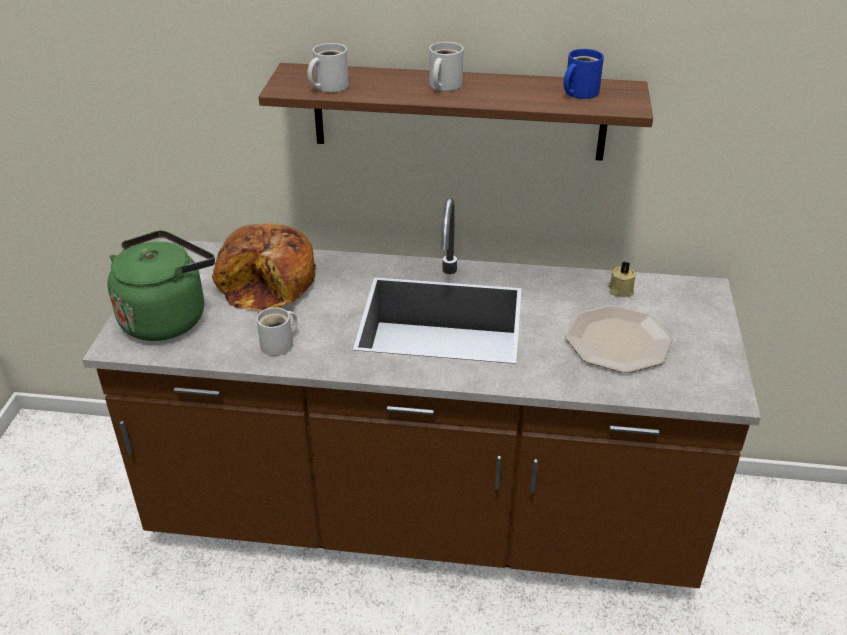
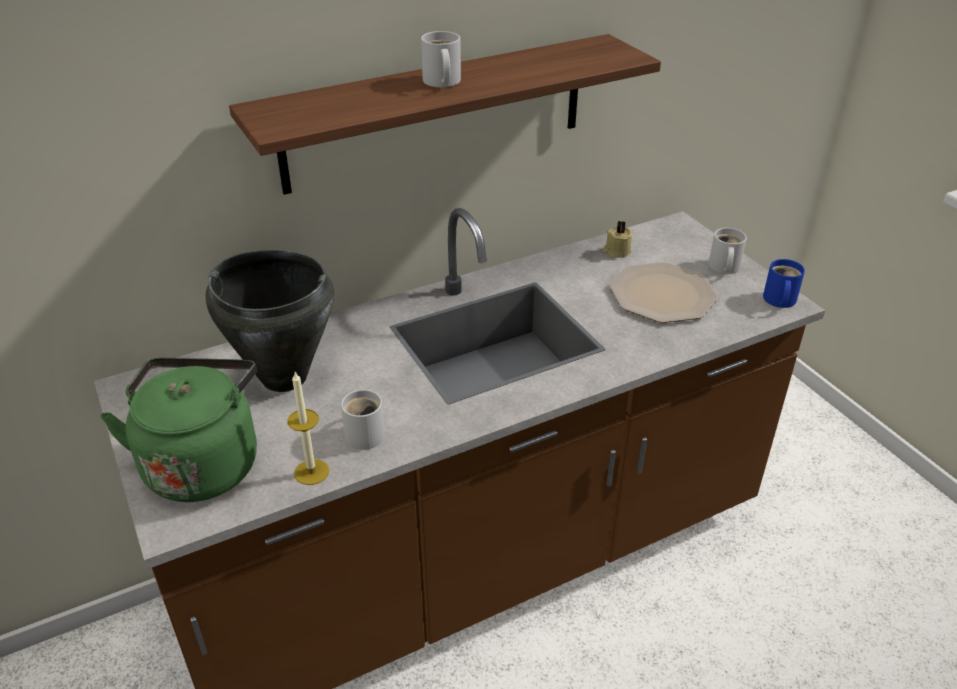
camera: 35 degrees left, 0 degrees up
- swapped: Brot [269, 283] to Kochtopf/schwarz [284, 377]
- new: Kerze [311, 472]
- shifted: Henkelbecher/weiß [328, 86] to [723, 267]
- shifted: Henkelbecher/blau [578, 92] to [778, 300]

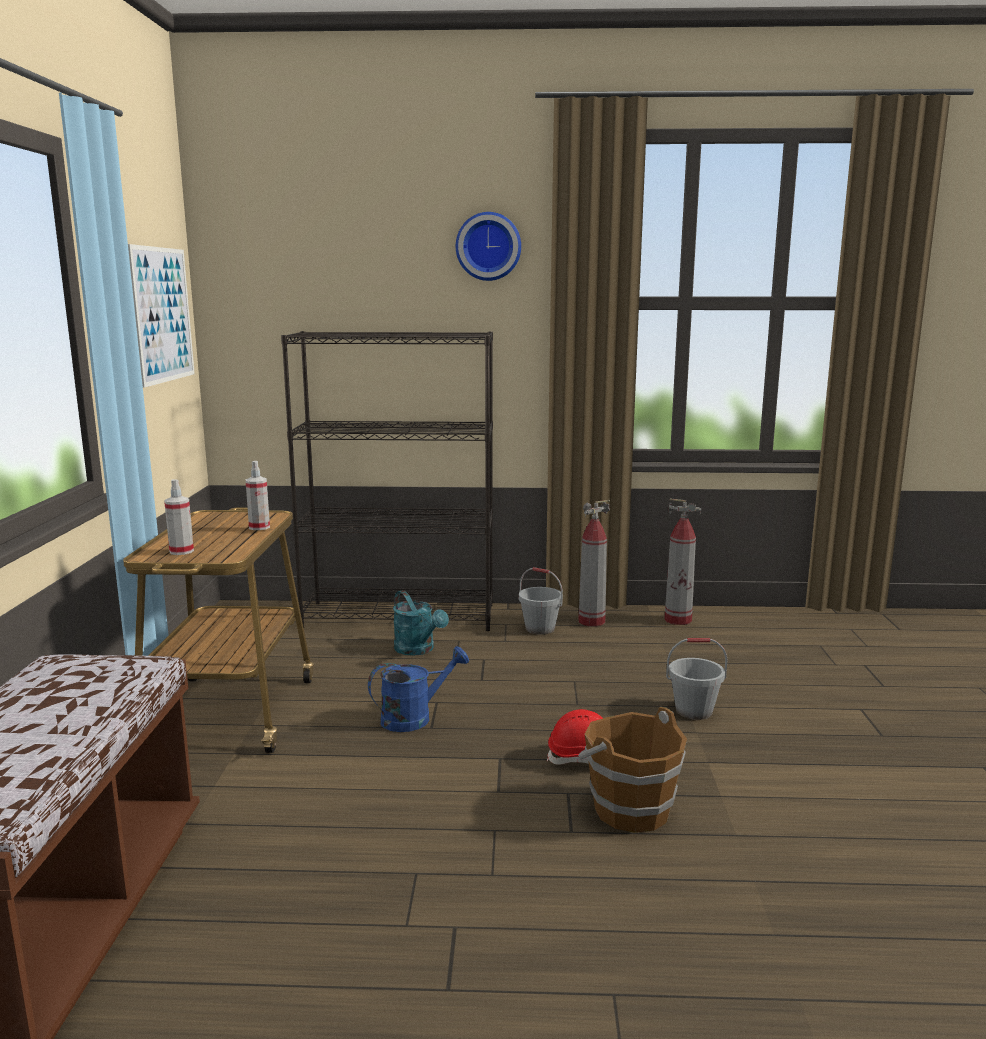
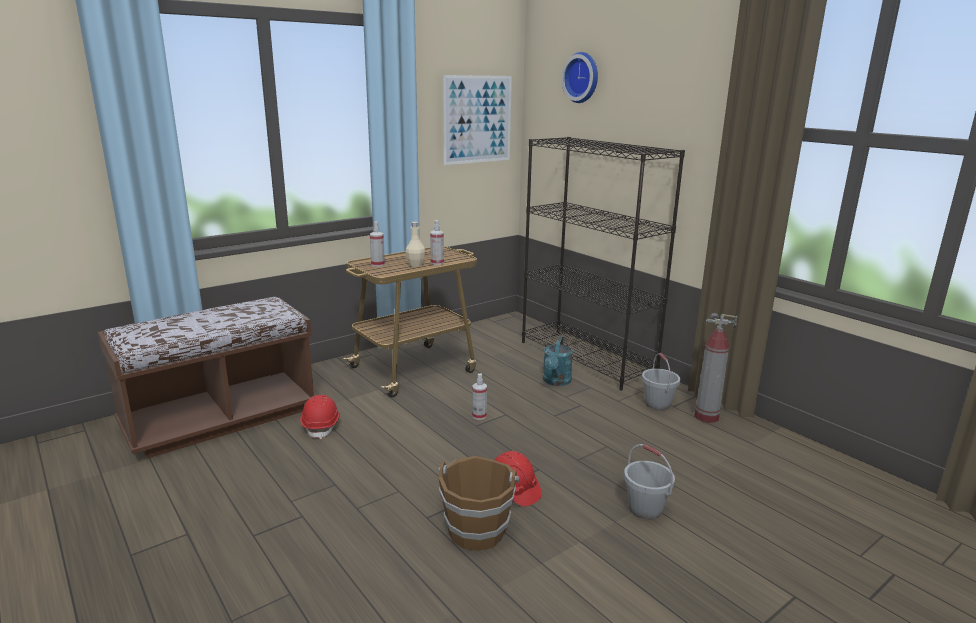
camera: 50 degrees right, 5 degrees up
- new: Schutzhelm/rot [321, 426]
- new: Flasche/beige [415, 265]
- swapped: Gießkanne/blau [414, 717] to Sprühflasche [479, 416]
- shifted: Wanduhr [488, 246] to [582, 77]
- gone: Feuerlöscher [678, 620]

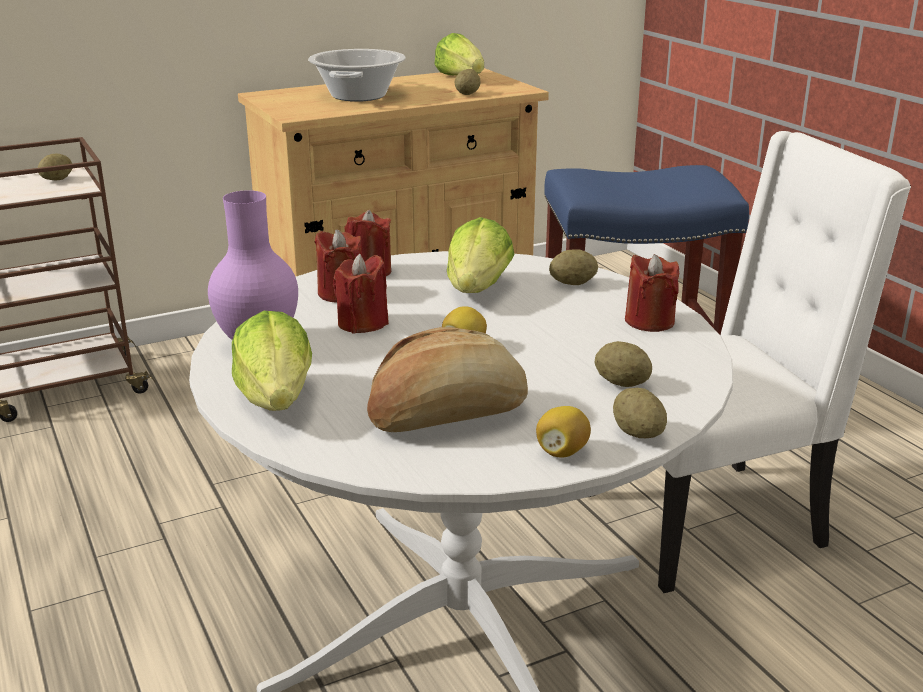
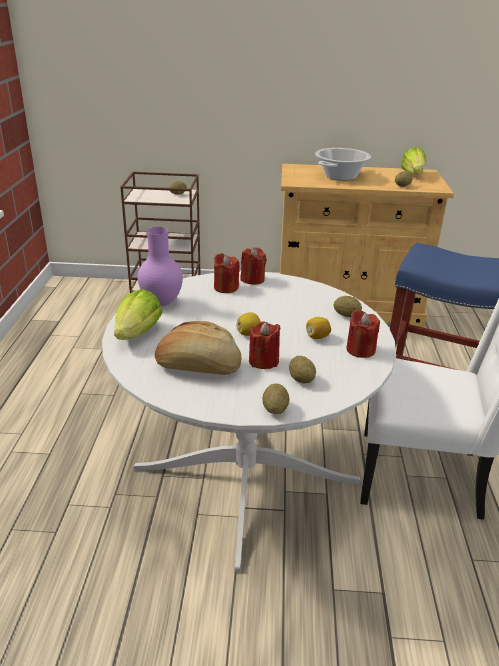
camera: 30 degrees right, 5 degrees up
- shifted: Kerze/rot [362, 323] to [263, 361]
- shifted: Zitrone [562, 452] to [317, 337]
- gone: Salatkopf [478, 290]

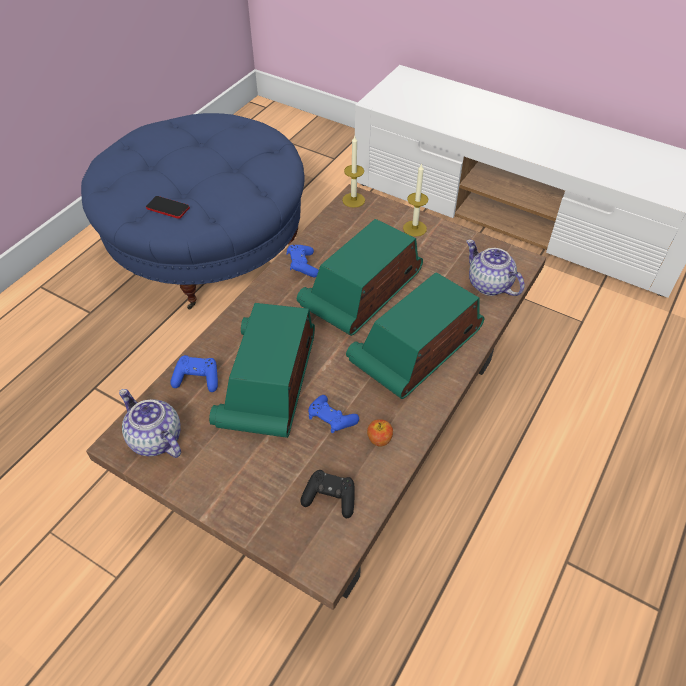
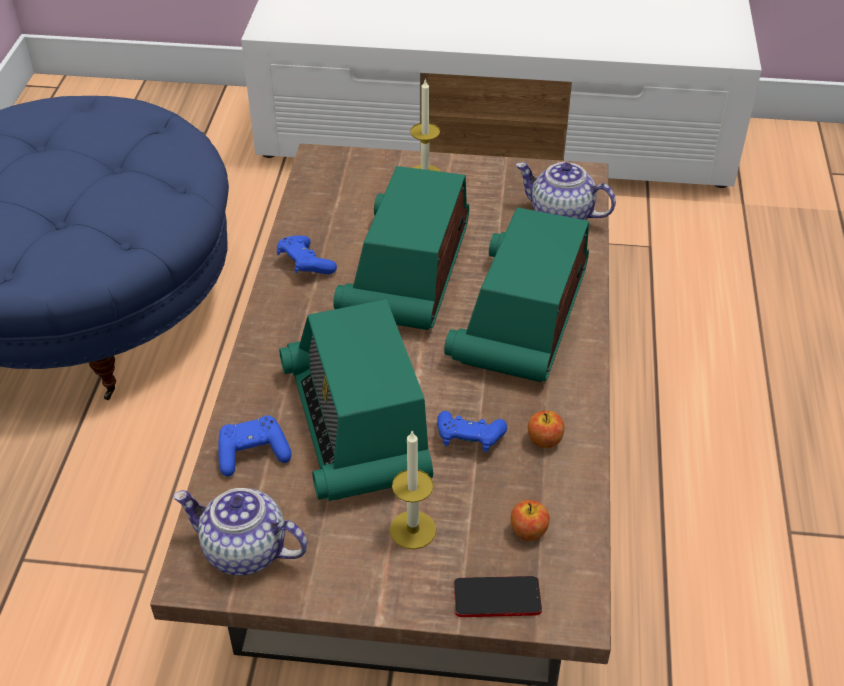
camera: 25 degrees left, 5 degrees down
- shifted: Kerze [353, 200] to [413, 530]
- shifted: Handy [168, 208] to [497, 598]
- swapped: Gamepad/schwarz [330, 498] to Apfel [528, 531]

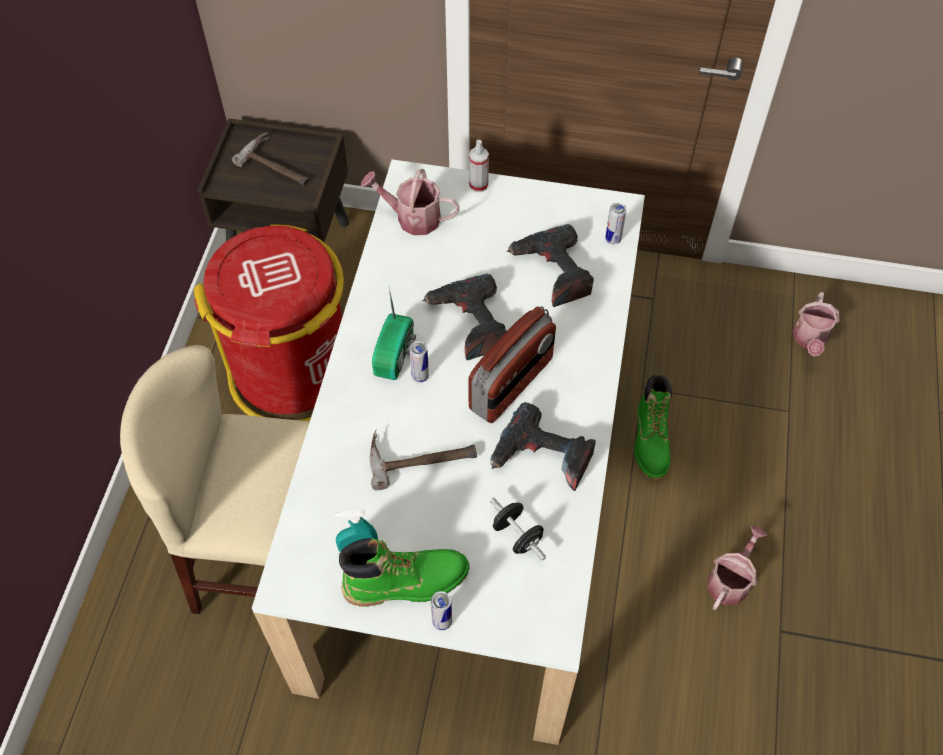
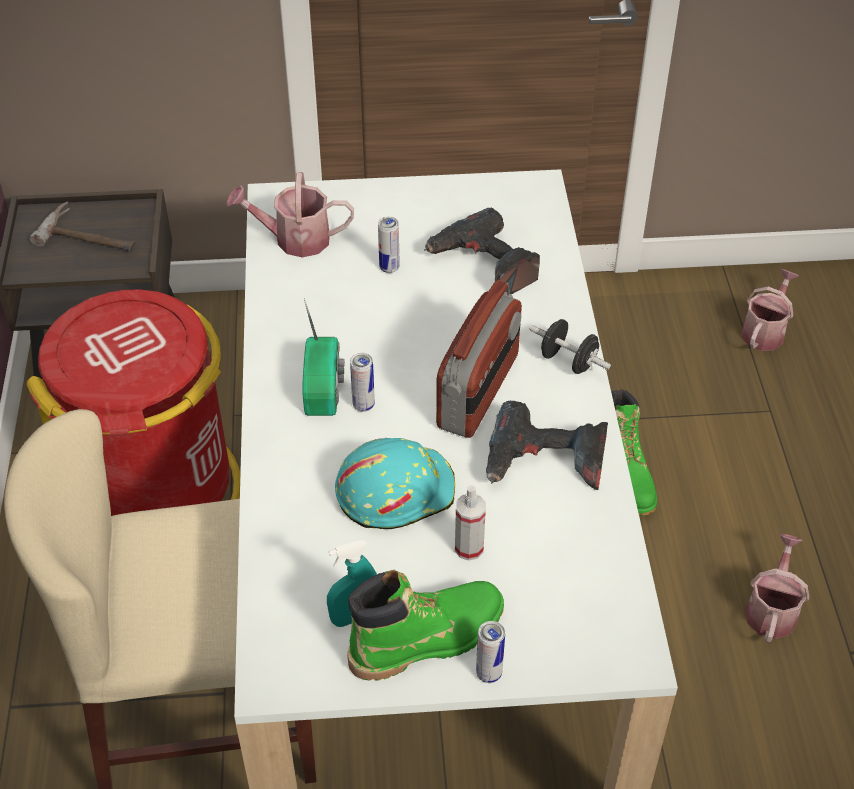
camera: 15 degrees left, 10 degrees down
- swapped: Hammer [421, 455] to Schutzhelm/türkis [395, 491]
- shifted: Dose [613, 239] to [389, 268]
- shifted: Sprühflasche [478, 185] to [469, 548]
- shifted: Hantel/schwarz [517, 535] to [568, 361]
- rotated: Gießkanne [809, 339] = [765, 331] 150 degrees counterclockwise
- gone: Bohrmaschine [469, 323]

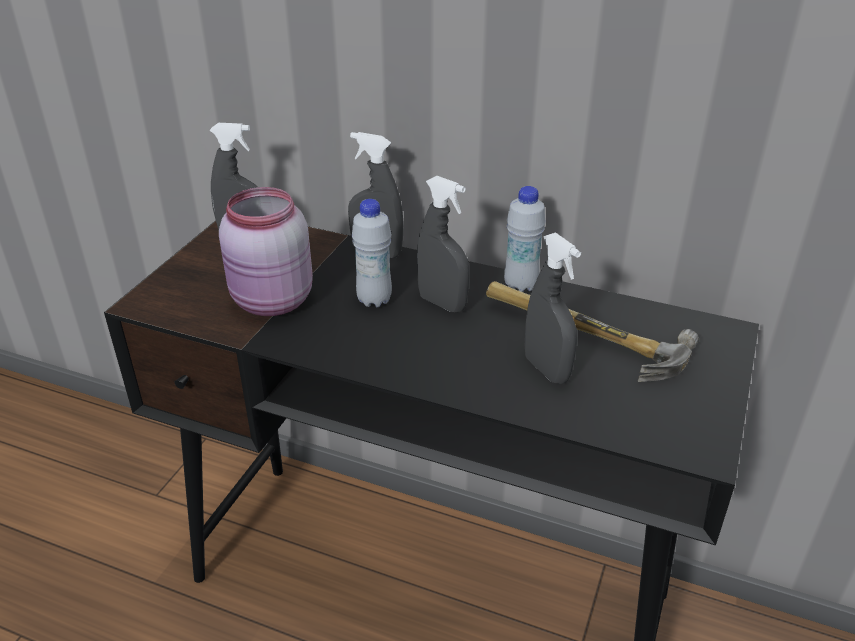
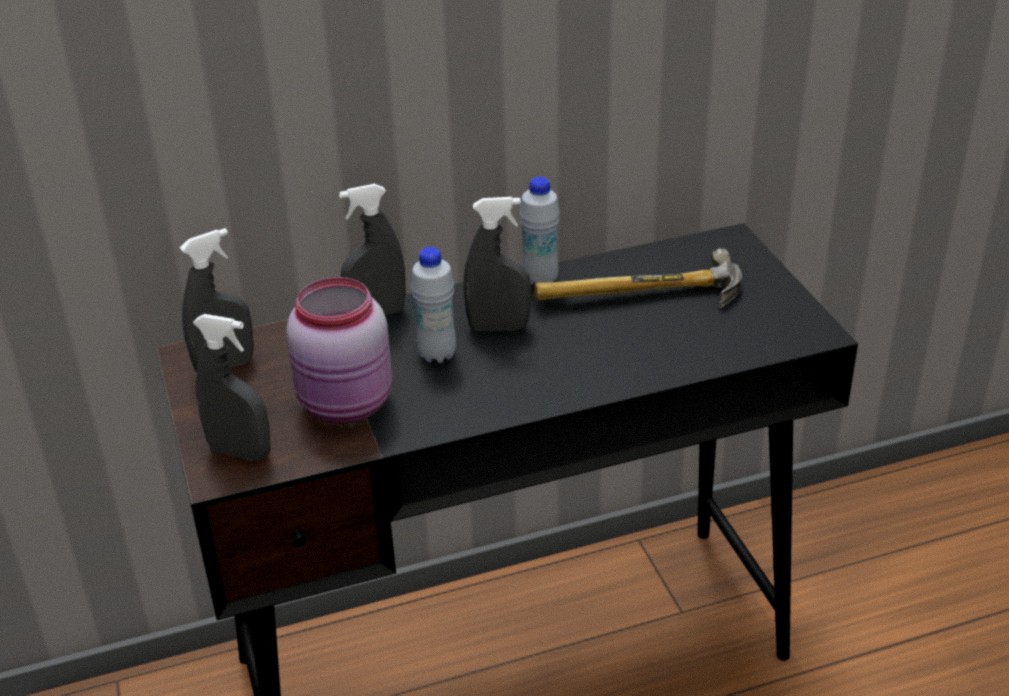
camera: 40 degrees left, 0 degrees up
- shifted: Sprühflasche/grau [546, 369] to [240, 452]

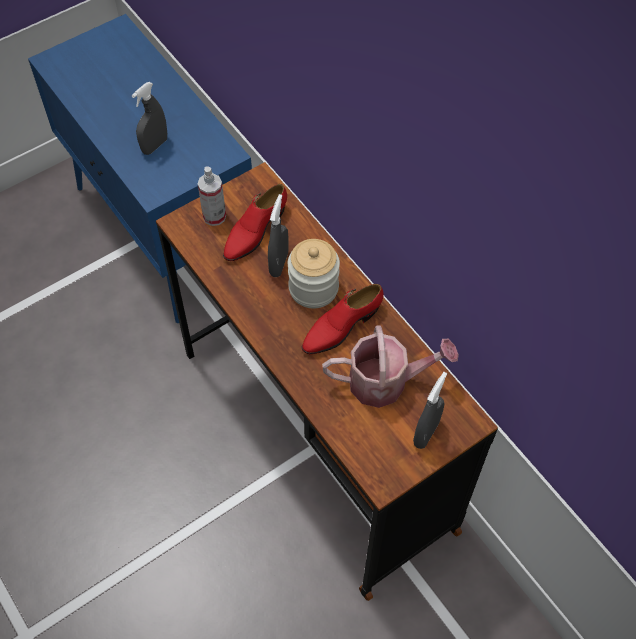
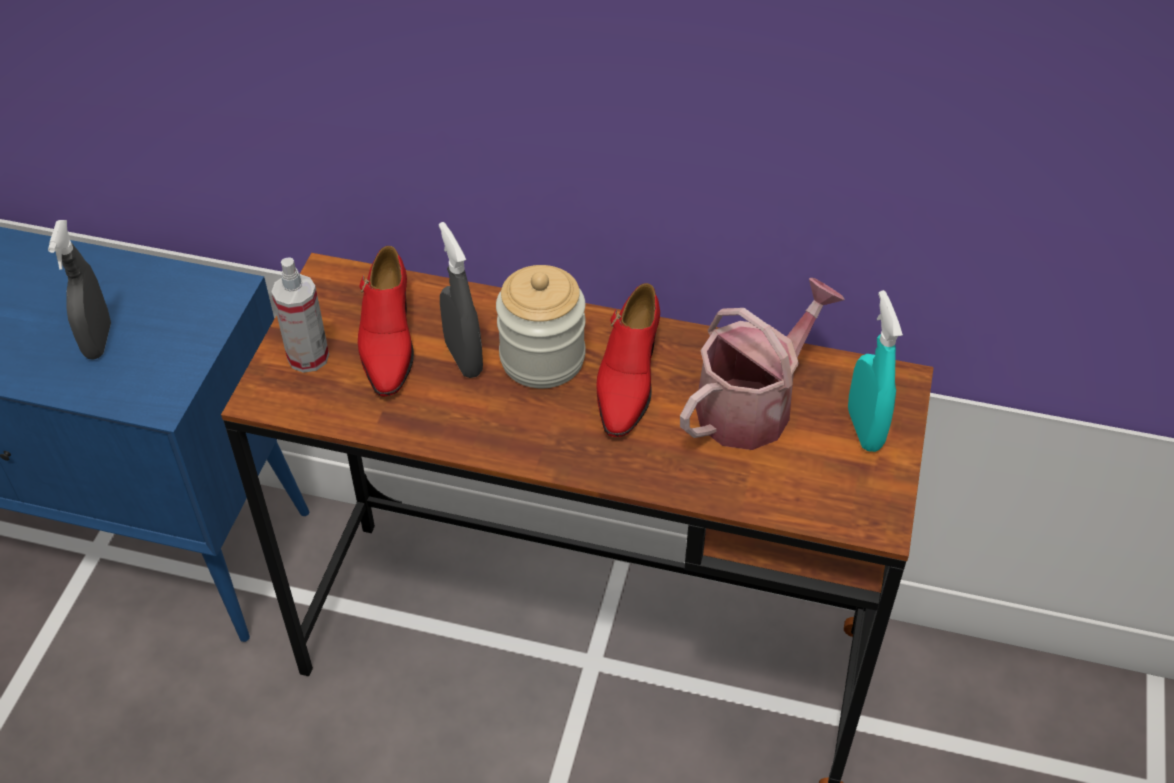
camera: 40 degrees left, 10 degrees down
- repainted: Sprühflasche/grau [426, 433] to Sprühflasche/türkis [864, 429]

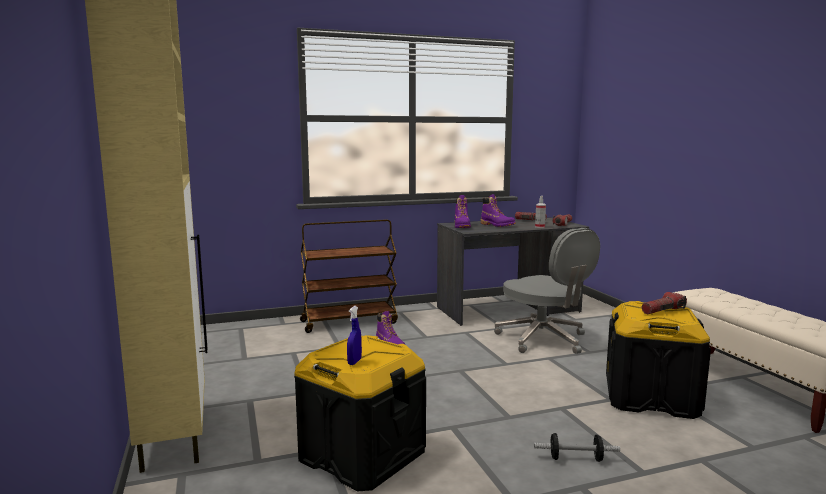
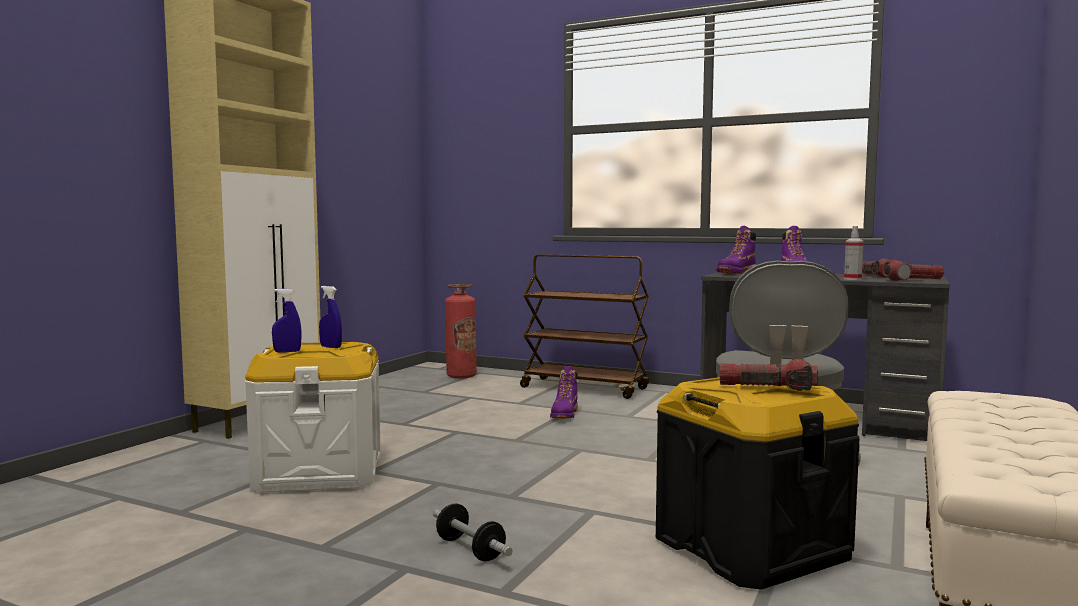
camera: 45 degrees right, 5 degrees down
- repainted: Aufbewahrungsbox/schwarz [361, 455] to Aufbewahrungsbox/weiß [319, 472]
- new: Sprühflasche/blau [330, 347]
- new: Feuerlöscher [461, 376]

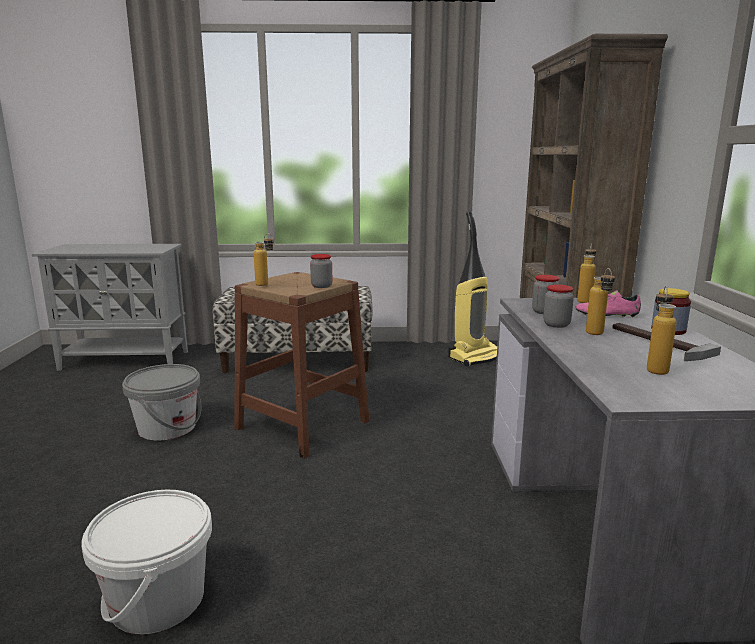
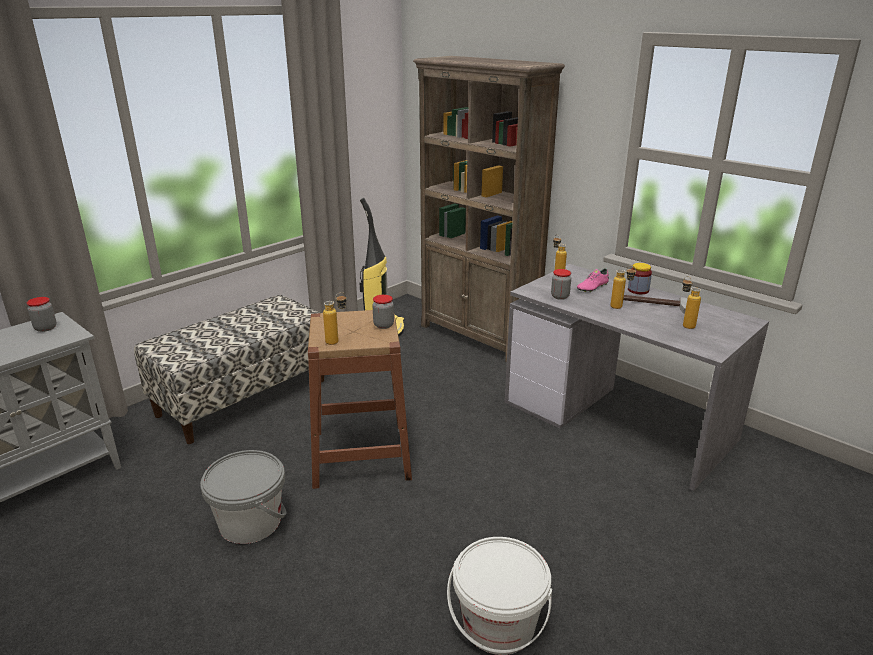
camera: 45 degrees left, 10 degrees up
- shifted: Vorratsglas [556, 324] to [45, 328]

